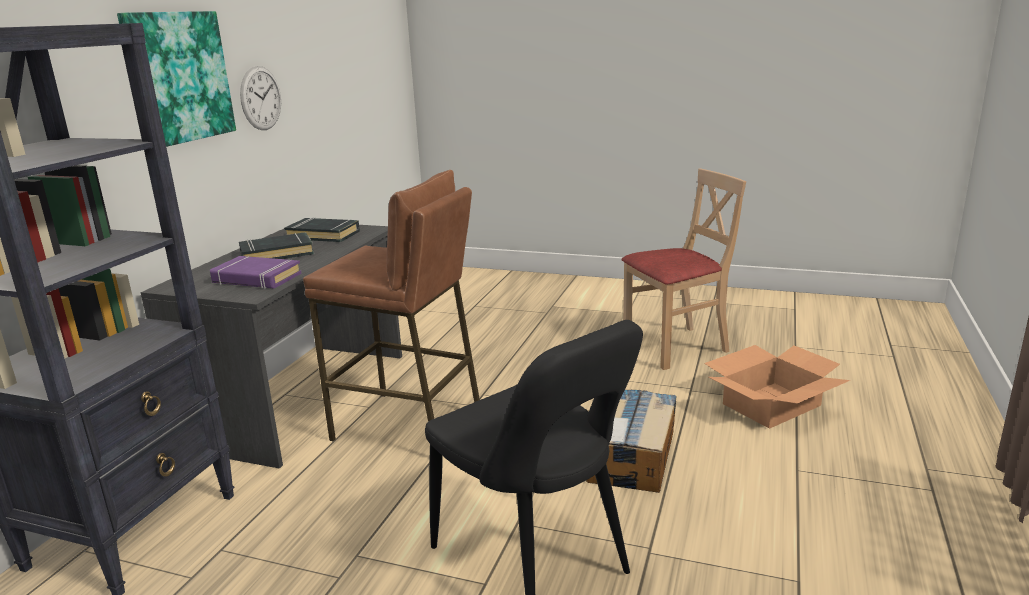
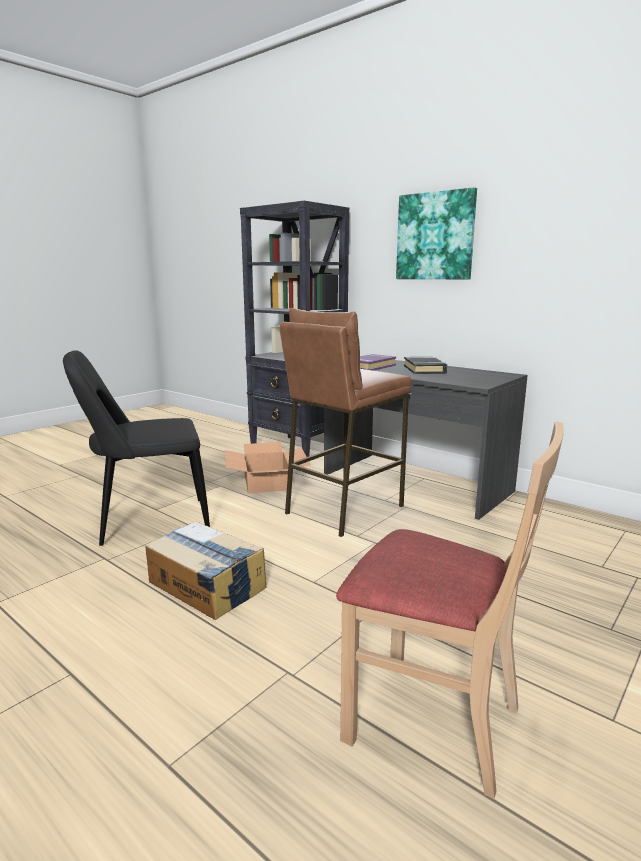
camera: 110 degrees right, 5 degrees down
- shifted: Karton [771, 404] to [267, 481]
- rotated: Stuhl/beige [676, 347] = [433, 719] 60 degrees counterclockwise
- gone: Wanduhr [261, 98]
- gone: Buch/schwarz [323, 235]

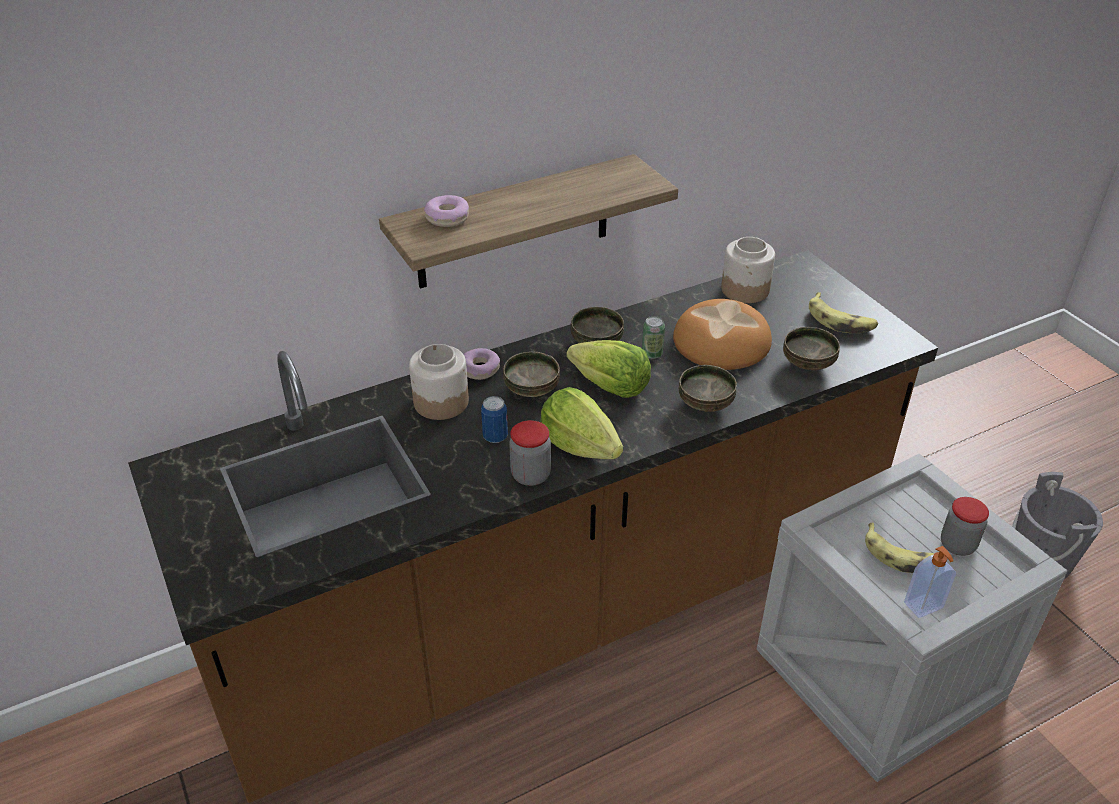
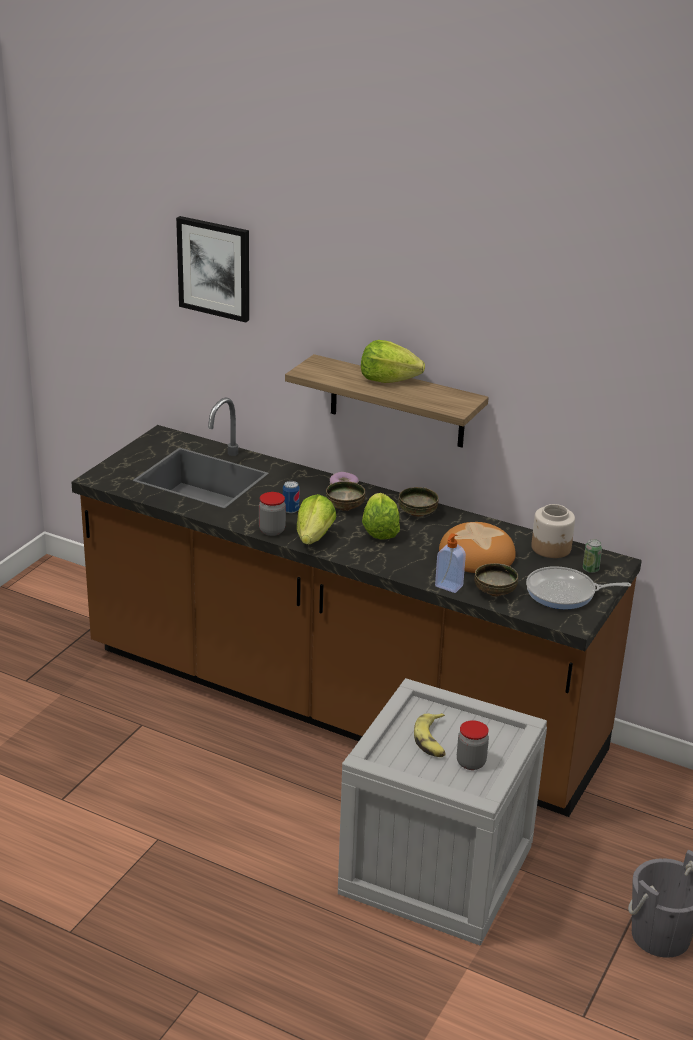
camera: 55 degrees right, 10 degrees down
- new: Bild [214, 268]
- new: Salatkopf [388, 380]
- shifted: Seifenspender [924, 606] to [448, 586]
- swapped: Banane [840, 321] to Pfanne [564, 593]
- shifted: Dose [652, 354] to [590, 569]
- gone: Vorratsglas [441, 402]
- gone: Donut [447, 217]
- gone: Schüssel [706, 404]

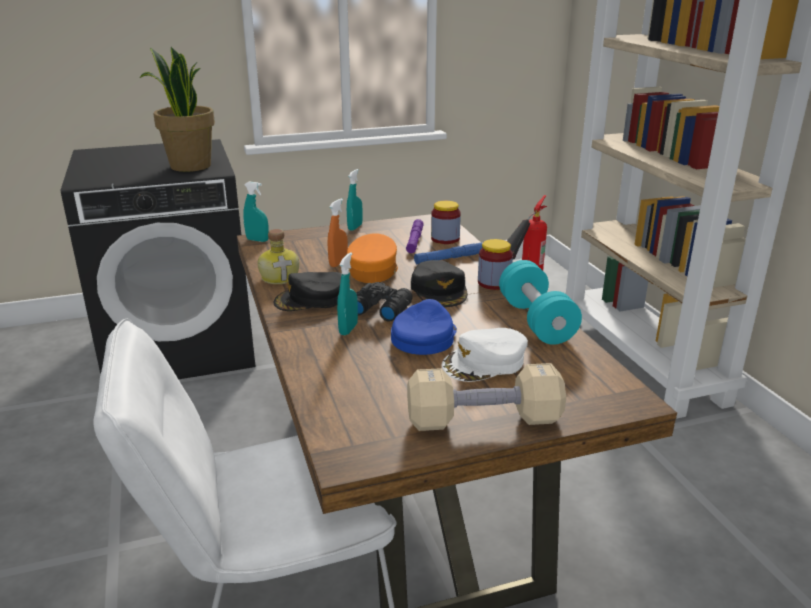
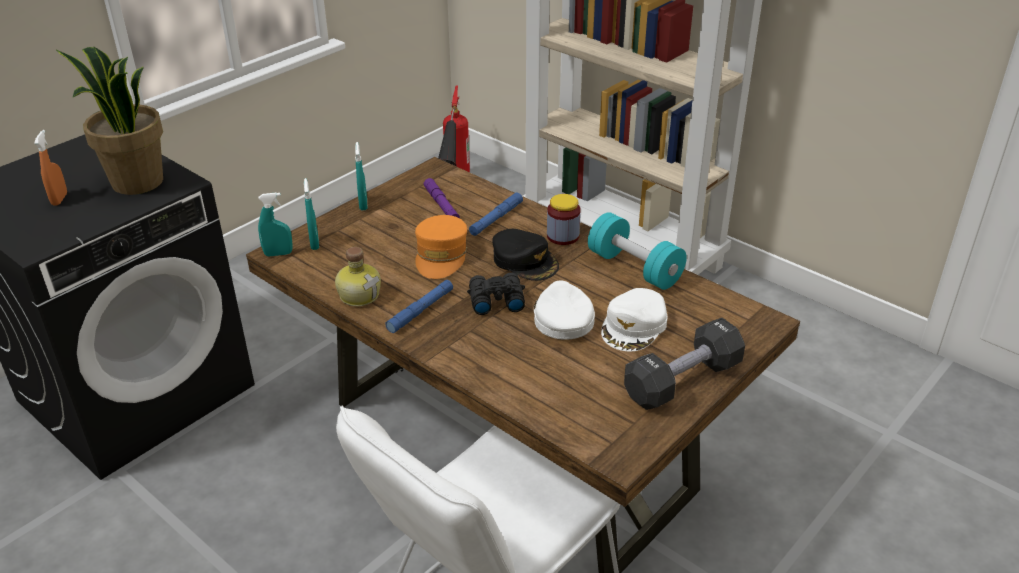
camera: 30 degrees left, 10 degrees up
- shifted: Sprühflasche/orange [338, 263] to [59, 199]
- shifted: Sprühflasche/türkis [348, 329] to [314, 243]
- swapped: Kappe/schwarz [312, 299] to Taschenlampe/blau [420, 310]
- rotated: Kappe/orange [373, 270] = [441, 256] 150 degrees counterclockwise
- repainted: Kappe/blau [423, 337] to Kappe/weiß [562, 318]
- repainted: Hantel/beige [483, 420] to Hantel/schwarz [682, 381]
- gone: Vorratsglas [445, 239]

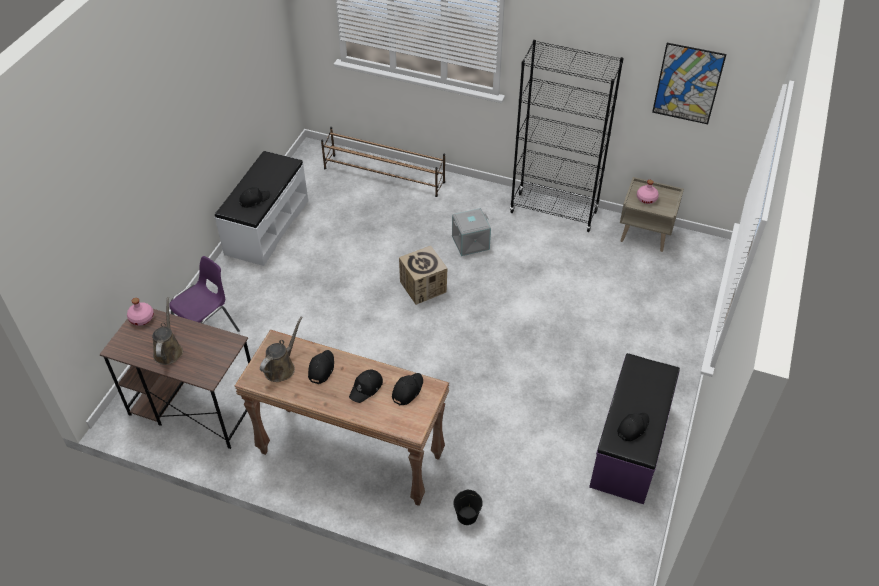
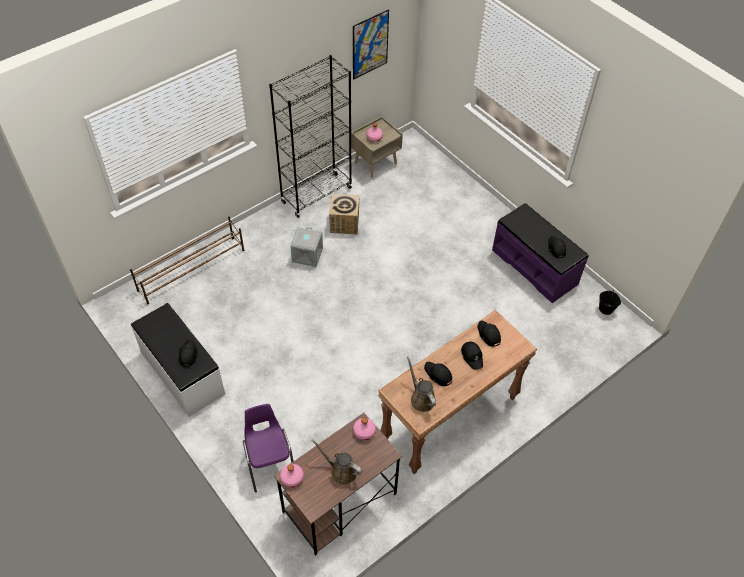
camera: 60 degrees left, 5 degrees up
- shifted: Karton [423, 287] to [344, 223]
- new: Flasche/rosa [364, 431]
- shifted: Eimer/schwarz [467, 516] to [606, 309]

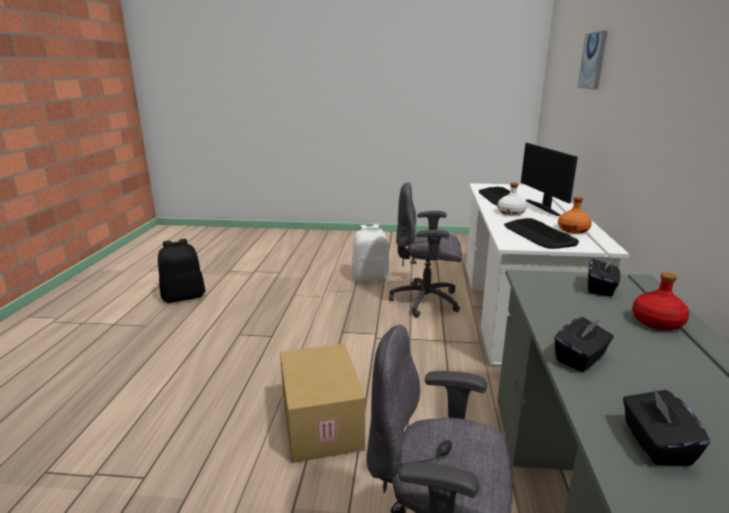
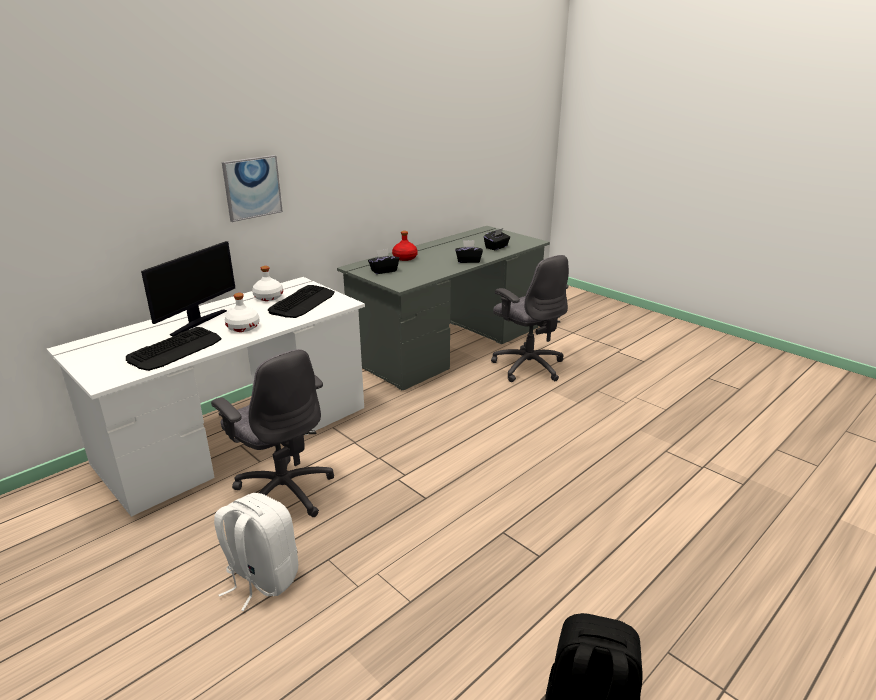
camera: 140 degrees left, 5 degrees up
- shifted: Bild [593, 60] to [252, 187]
- repainted: Flasche/orange [573, 230] to Flasche/weiß [268, 297]
- gone: Karton [319, 422]

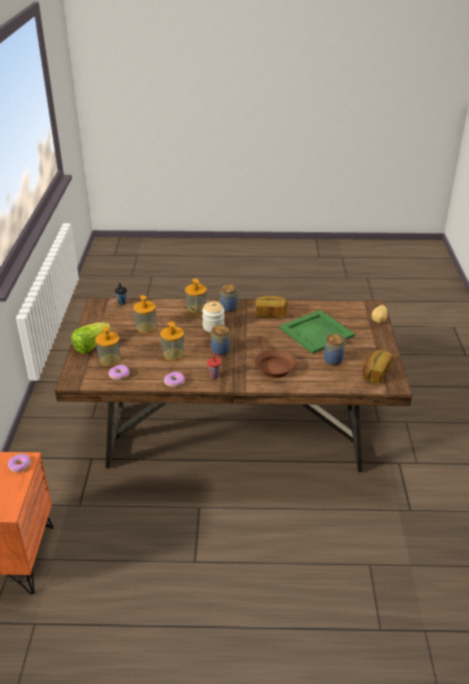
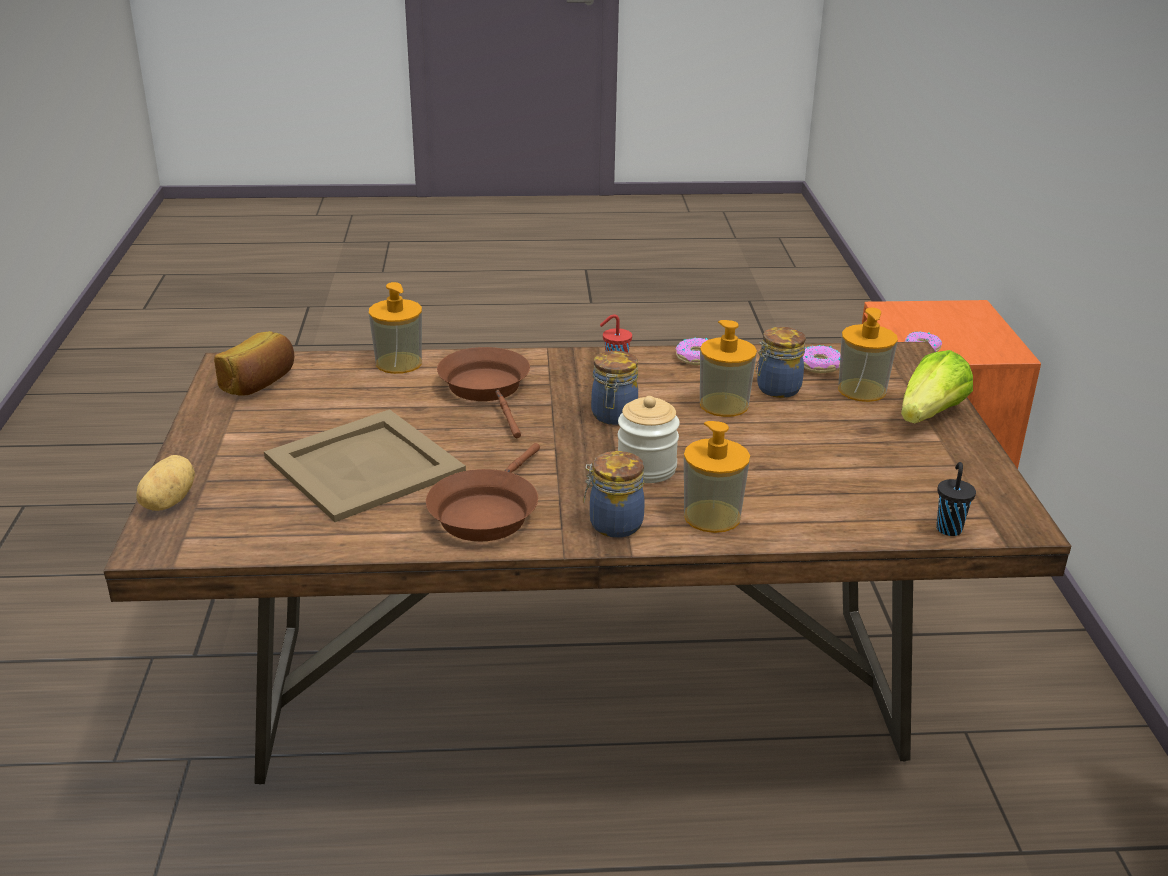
camera: 175 degrees right, 5 degrees down
- repainted: Tablett/grün [317, 332] to Tablett/beige [362, 465]
- shifted: Seifenspender [146, 327] to [399, 363]
- swapped: Brot [270, 313] to Pfanne/braun [486, 512]
- shifted: Vorratsglas [334, 360] to [776, 389]

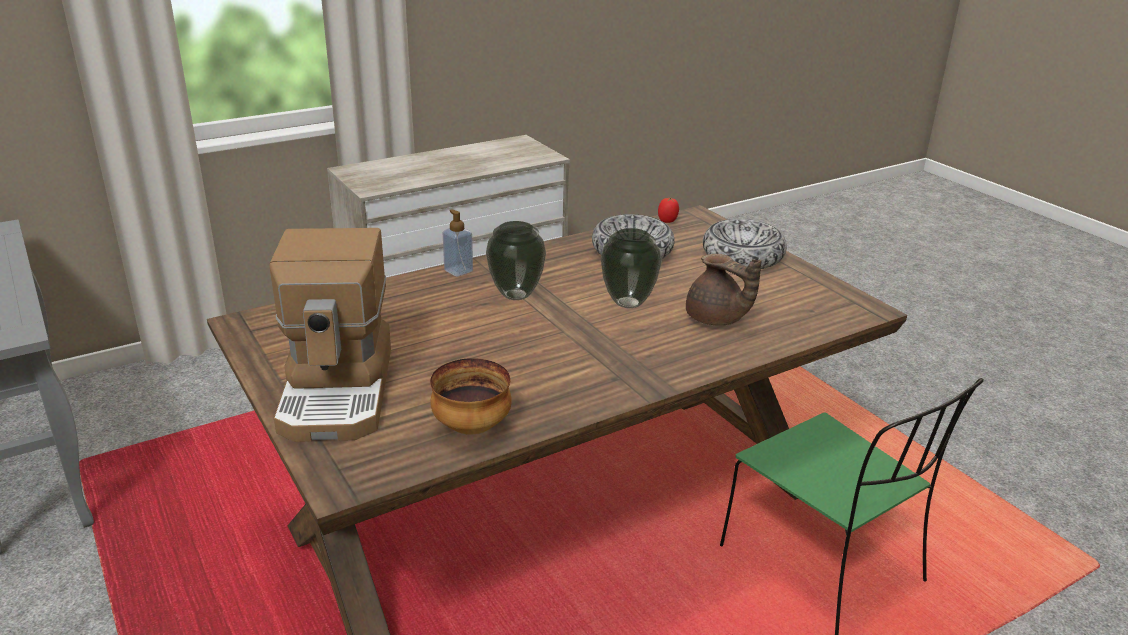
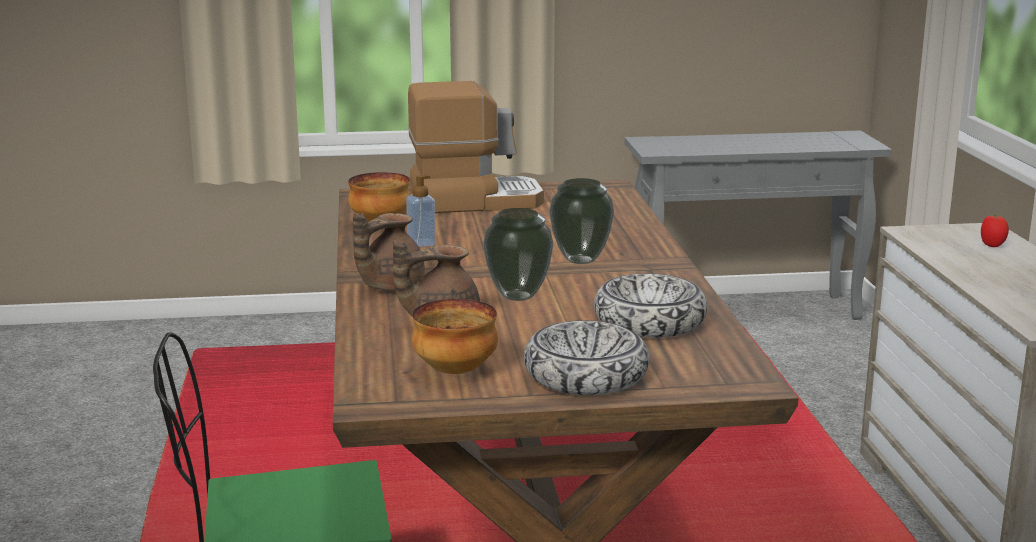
camera: 115 degrees right, 10 degrees down
- new: Teekanne/braun [389, 286]
- shifted: Seifenspender [458, 271] to [421, 243]
- rotated: Kaffeemaschine [339, 390] = [474, 200] 150 degrees clockwise
- new: Schüssel [456, 370]
- shifted: Tomate [667, 221] to [992, 245]

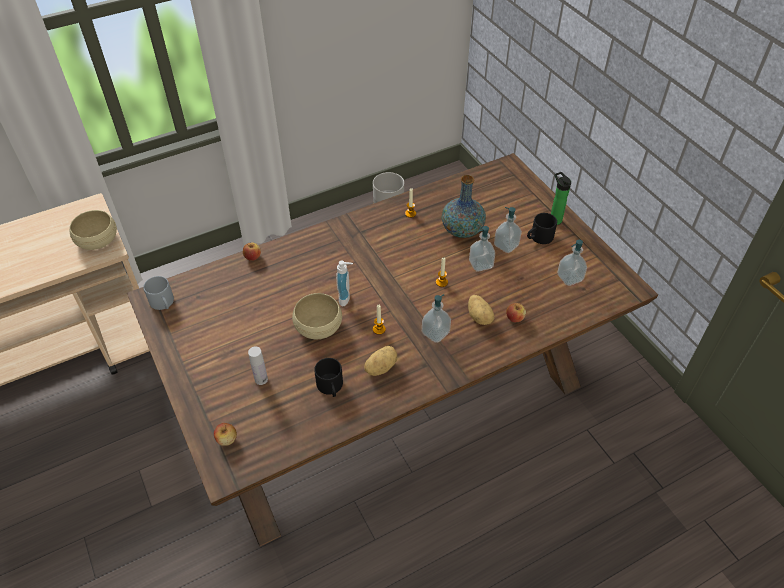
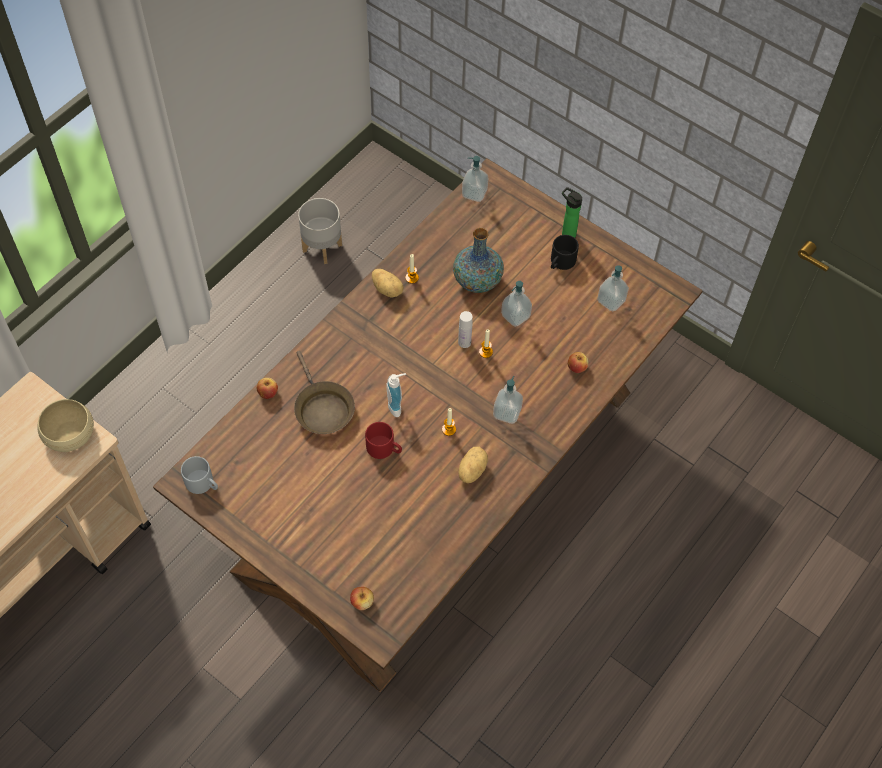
camera: 25 degrees left, 10 degrees up
- new: Pfanne/braun [322, 408]
- swapped: Schüssel/beige [318, 325] to Henkelbecher/rot [384, 448]
- shifted: Kartoffel [480, 317] to [388, 289]
- shifted: Flasche/weiß [261, 379] to [464, 342]
- shifted: Seifenspender [506, 245] to [474, 193]
- gone: Henkelbecher/schwarz [331, 387]

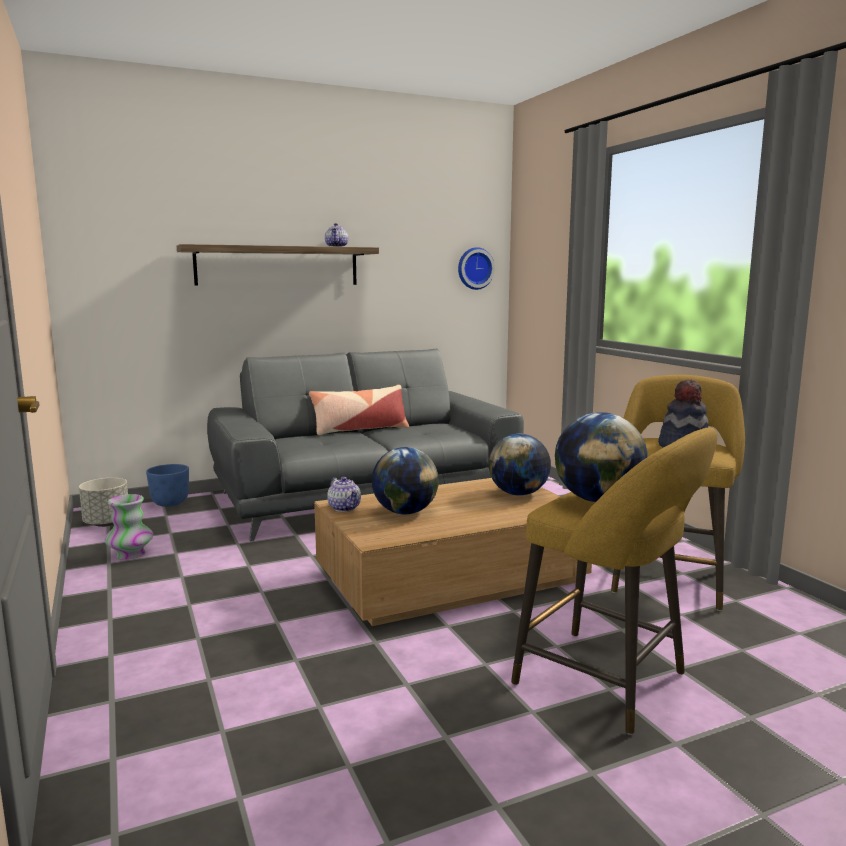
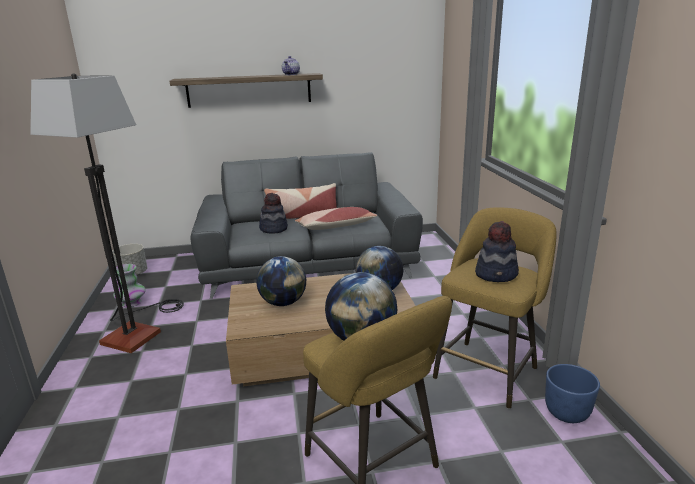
camera: 15 degrees right, 10 degrees up
- new: Stehlampe [138, 330]
- new: Hut [273, 229]
- new: Kissen [335, 226]
- shifted: Pflanzkübel/blau [170, 503] to [567, 413]
- gone: Teekanne [345, 508]
- gone: Wanduhr [474, 268]

